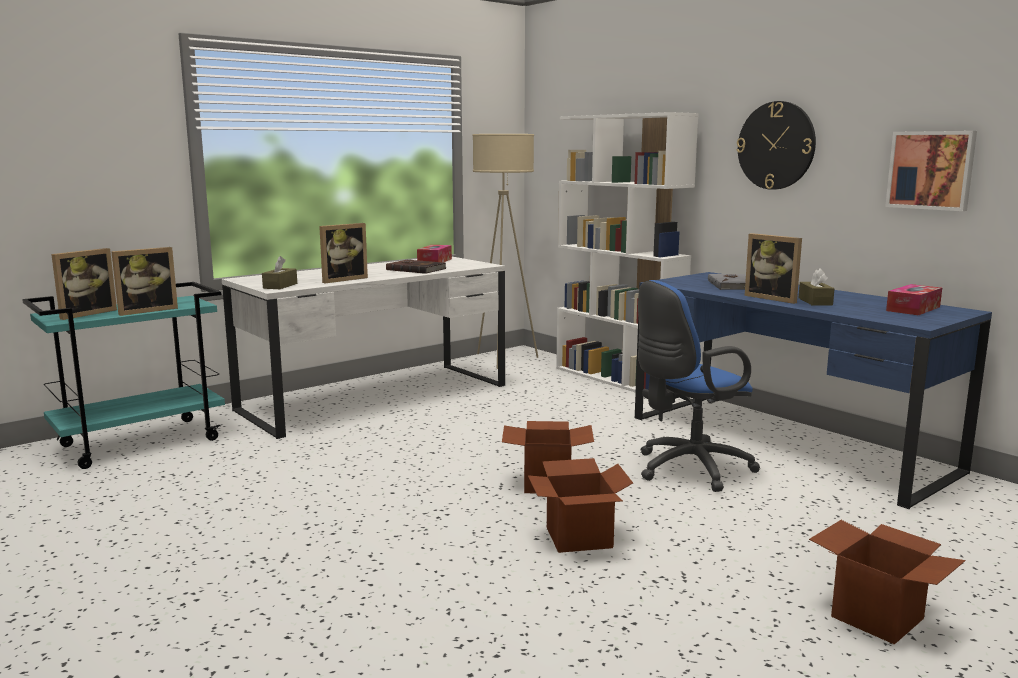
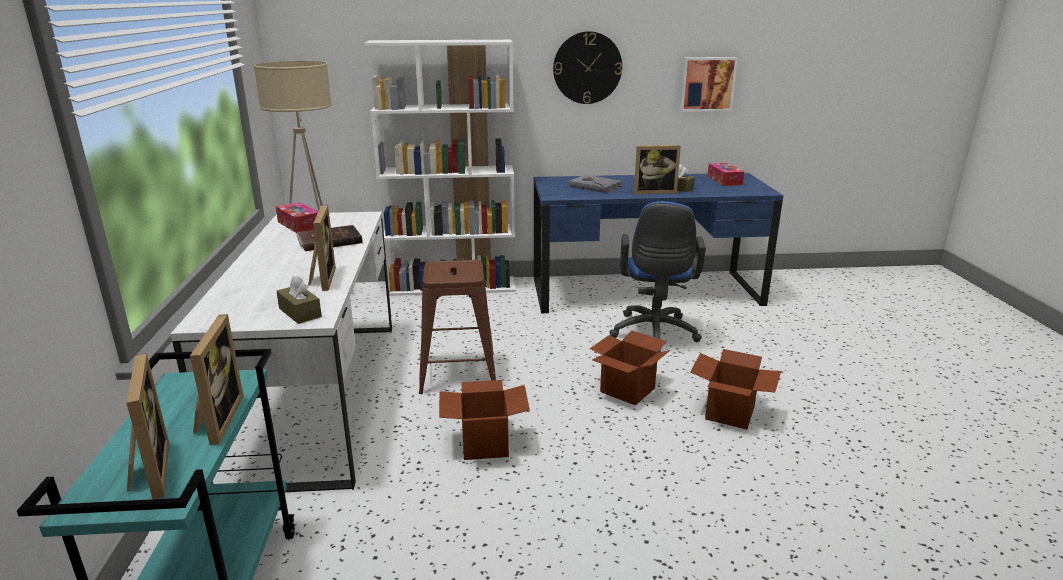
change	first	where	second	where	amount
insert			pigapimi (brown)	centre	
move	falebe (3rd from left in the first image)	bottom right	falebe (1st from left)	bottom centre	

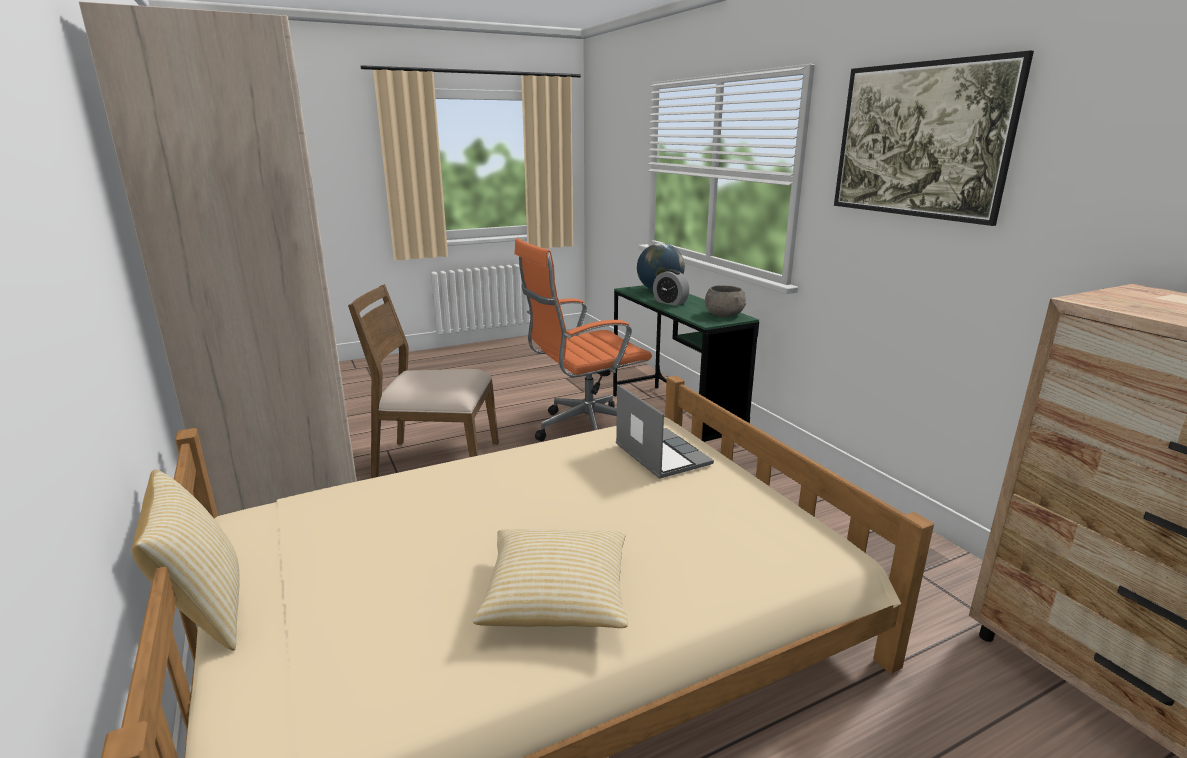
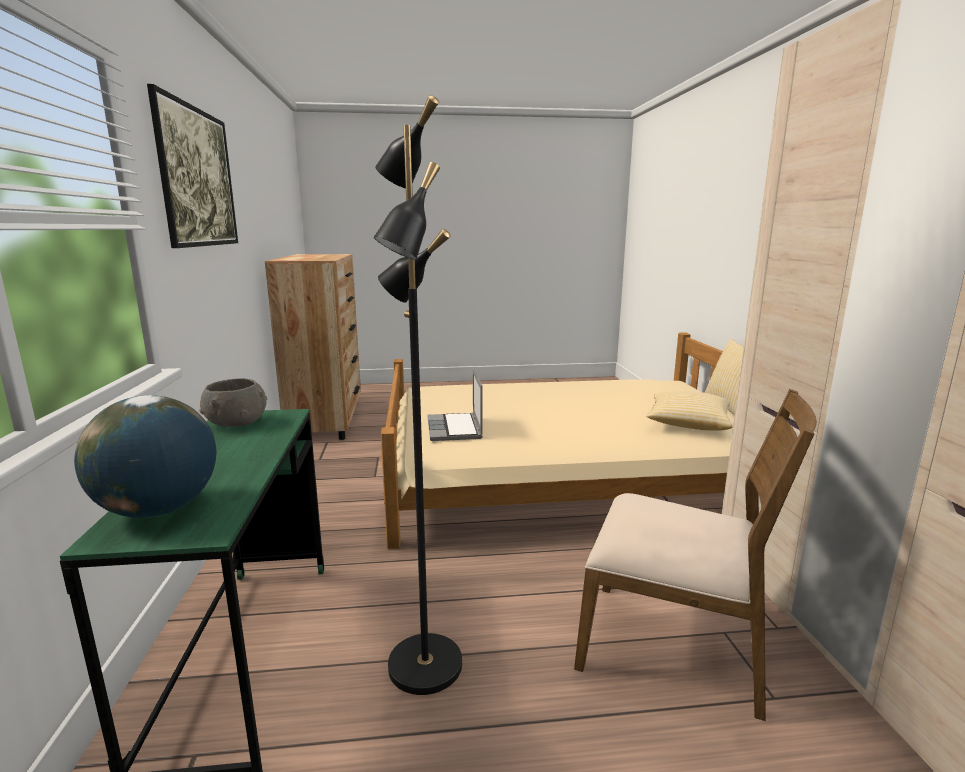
change	first	where	second	where	amount
delete	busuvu	centre			
move	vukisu (2nd from left in the first image)	bottom centre	vukisu (1st from left)	middle right	
replace	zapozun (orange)	centre	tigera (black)	centre	

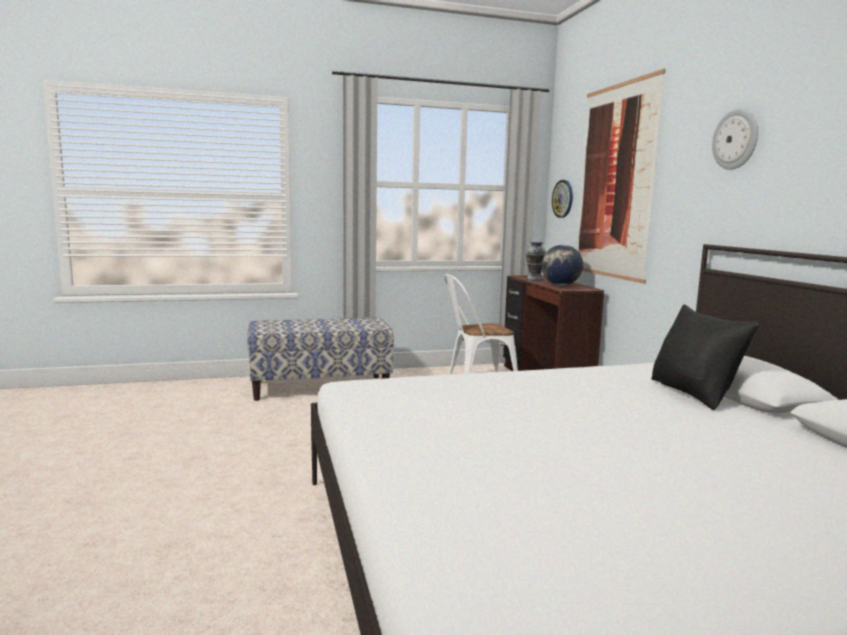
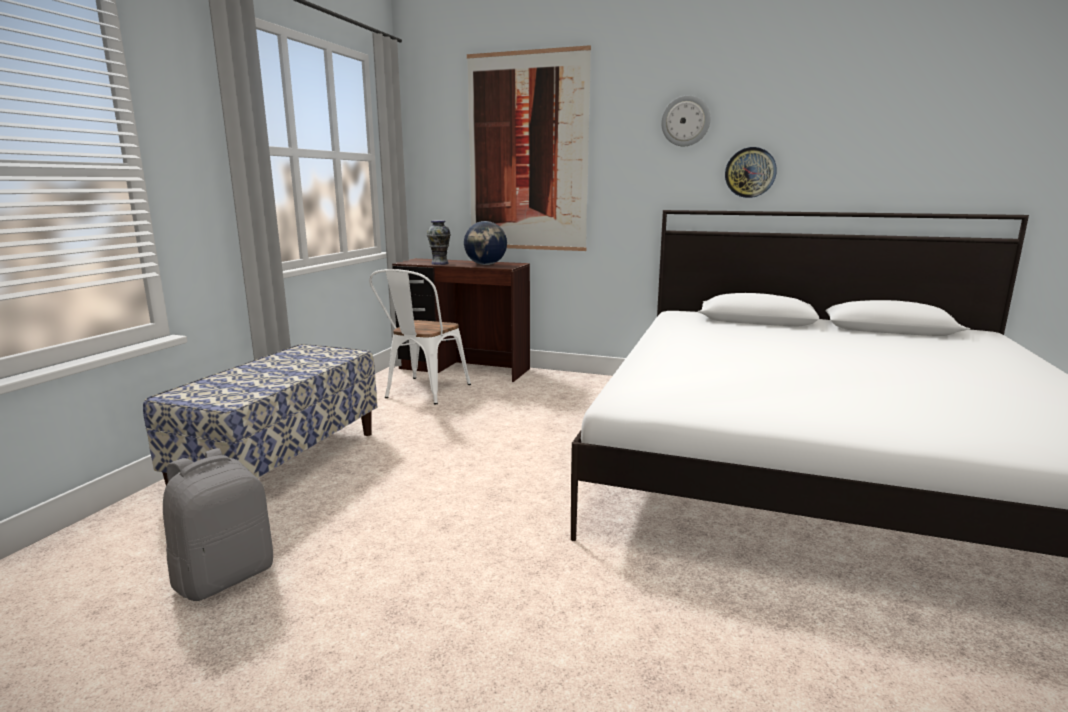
change	first	where	second	where	amount
delete	vukisu (black)	middle right			
insert			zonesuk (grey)	bottom left	
move	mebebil (1st from left in the first image)	top centre	mebebil (2nd from left)	top right	

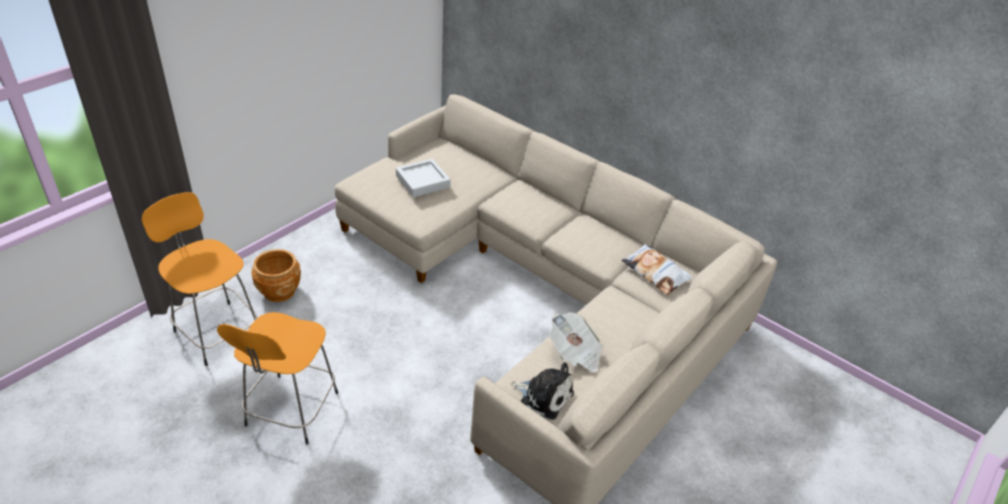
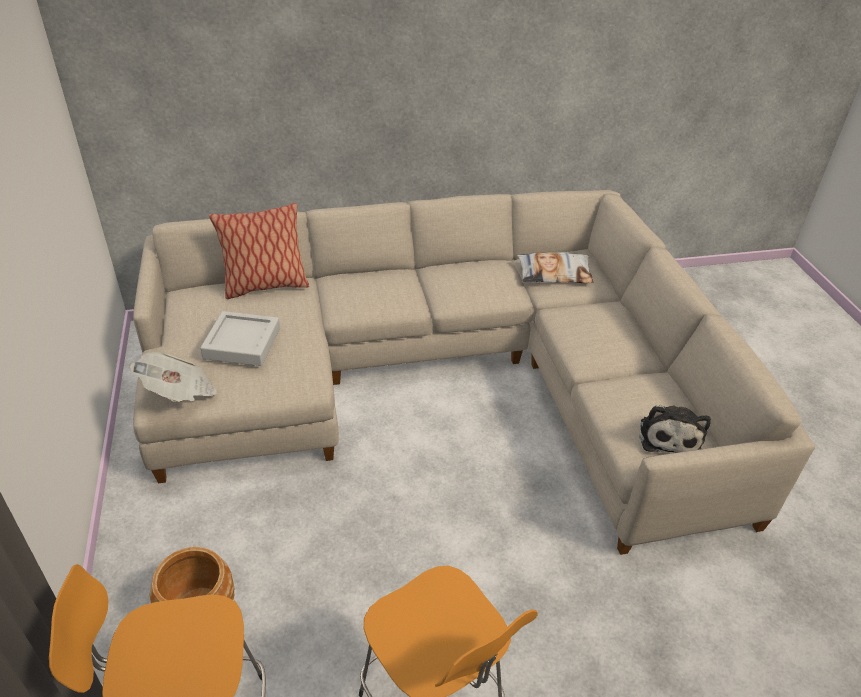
change	first	where	second	where	amount
insert			vukisu (1st from left)	middle left	
move	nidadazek	bottom centre		middle left	
rotate	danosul	bottom centre		middle right	120 degrees clockwise

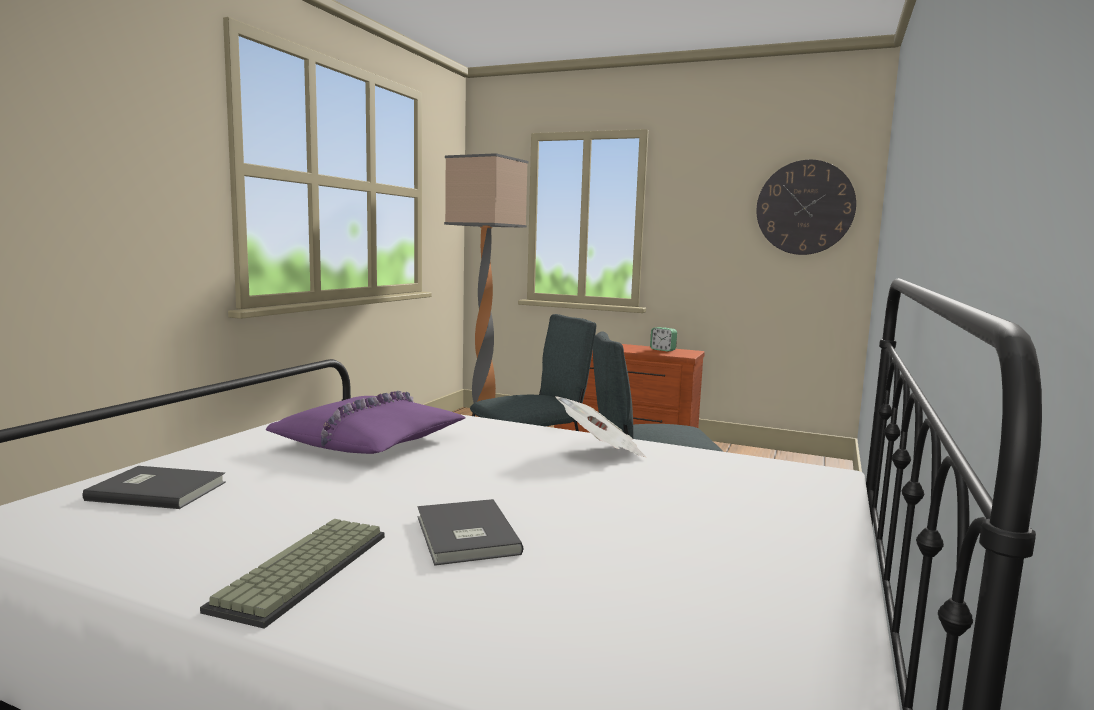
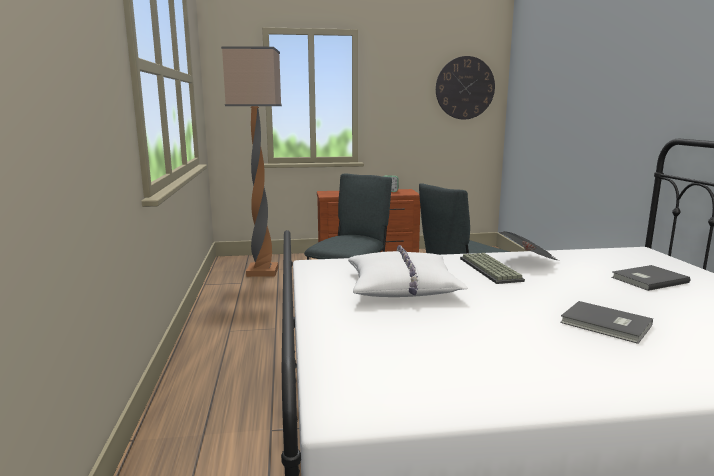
change	first	where	second	where	amount
move	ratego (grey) (1st from left in the first image)	bottom left	ratego (grey) (2nd from left)	middle right	
move	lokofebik	bottom left		middle right	
recolor	vukisu (purple)	centre	vukisu (white)	centre	

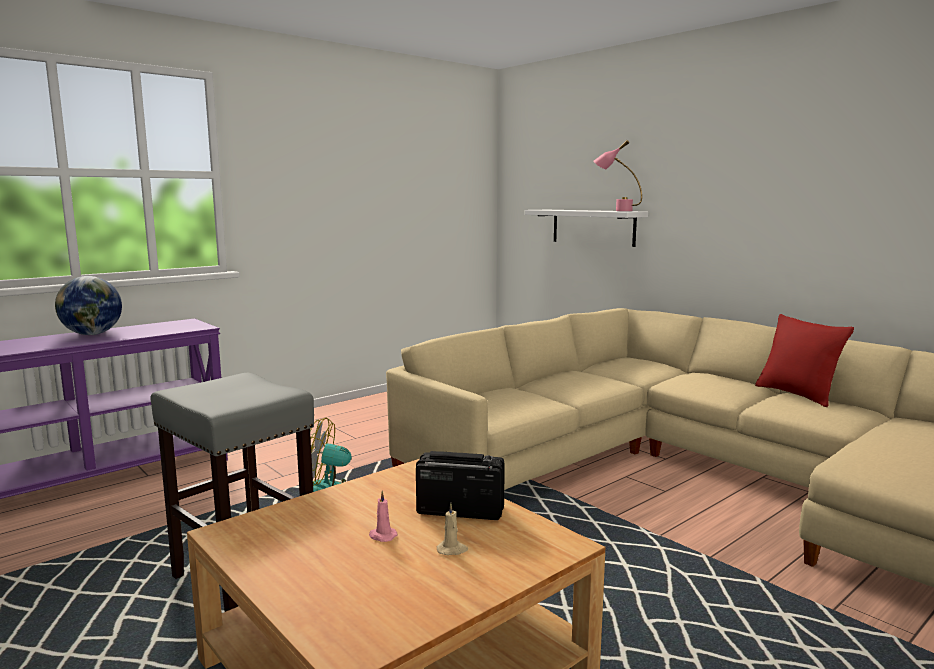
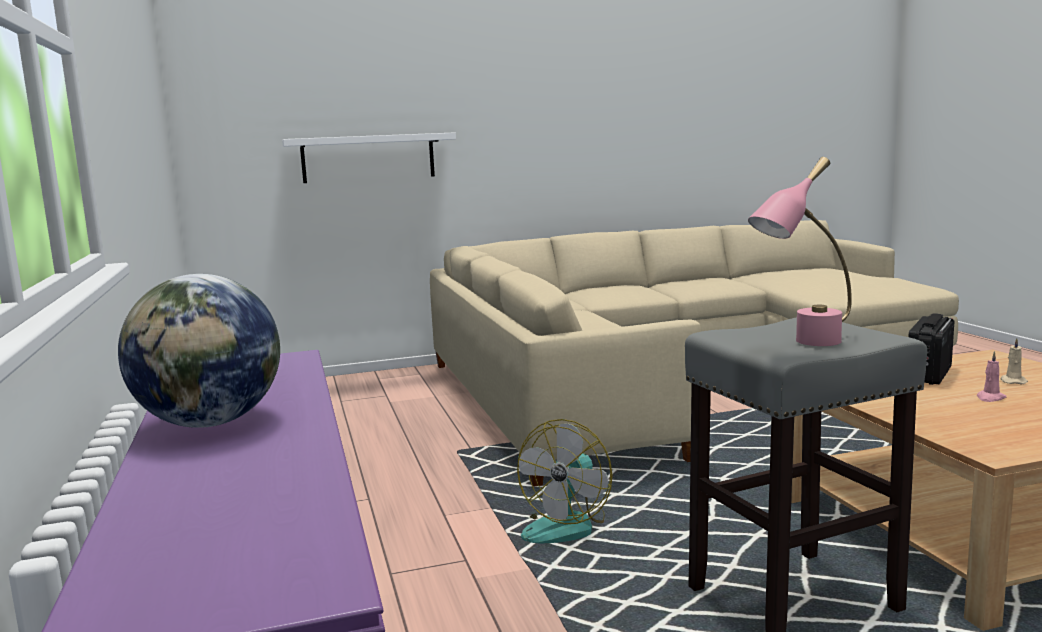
change	first	where	second	where	amount
delete	vukisu (red)	middle right			
move	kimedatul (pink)	top centre		middle right	

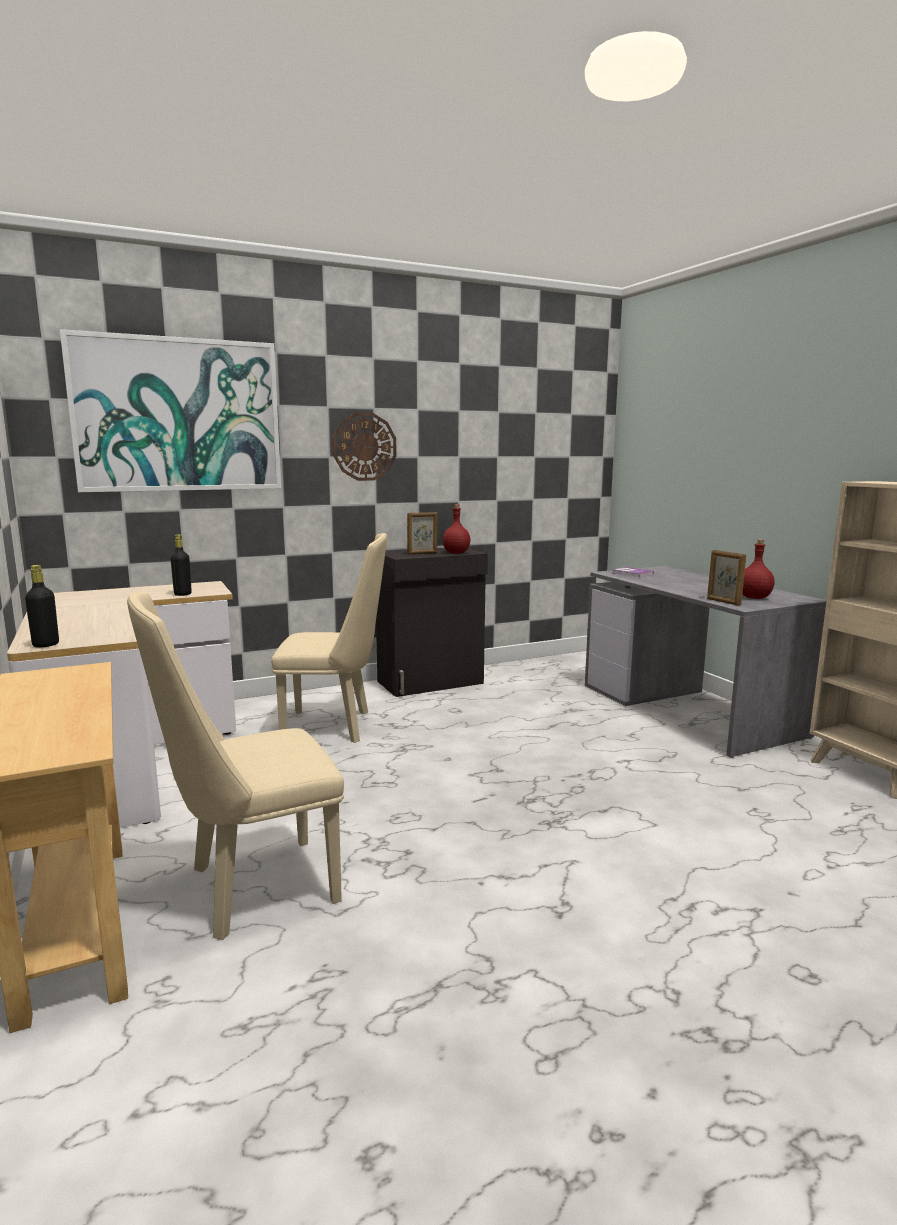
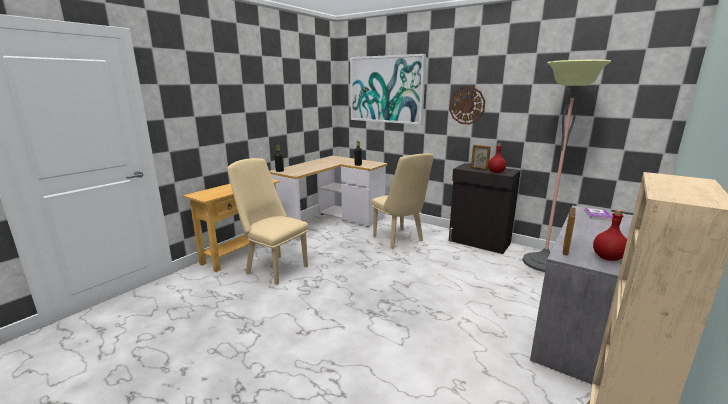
change	first	where	second	where	amount
insert			tigera	middle right	

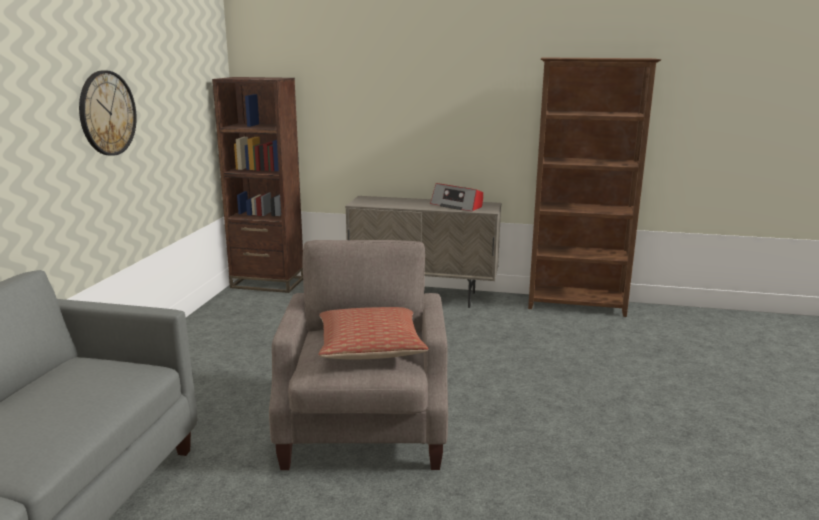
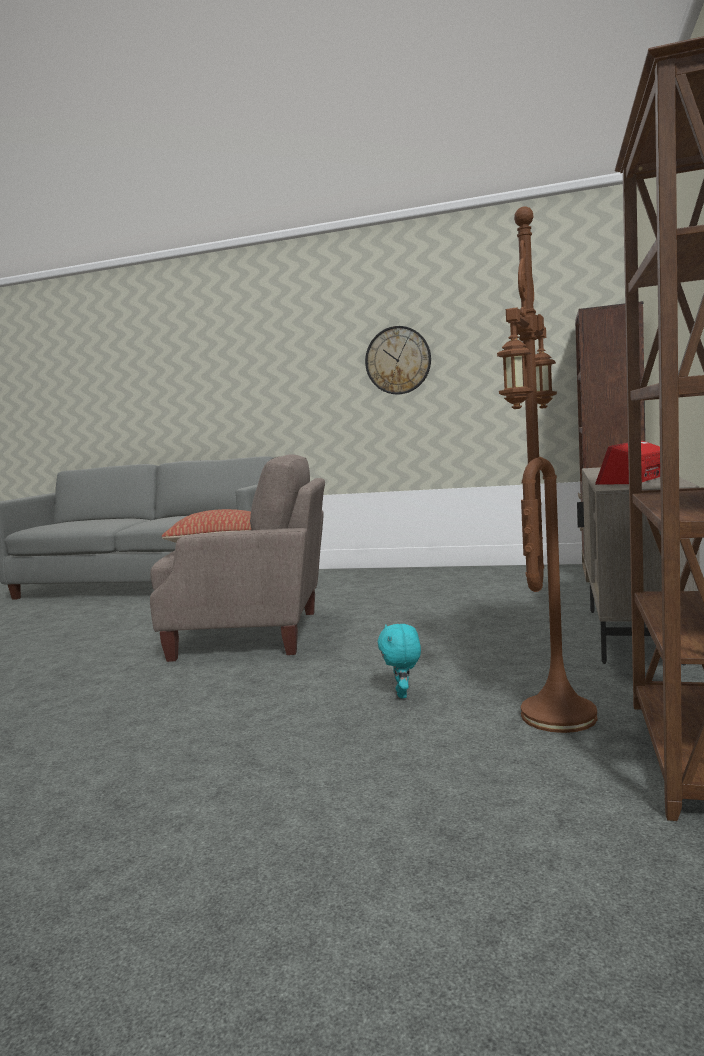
change	first	where	second	where	amount
insert			danosul (turquoise)	centre	
insert			tigera (brown)	middle right	

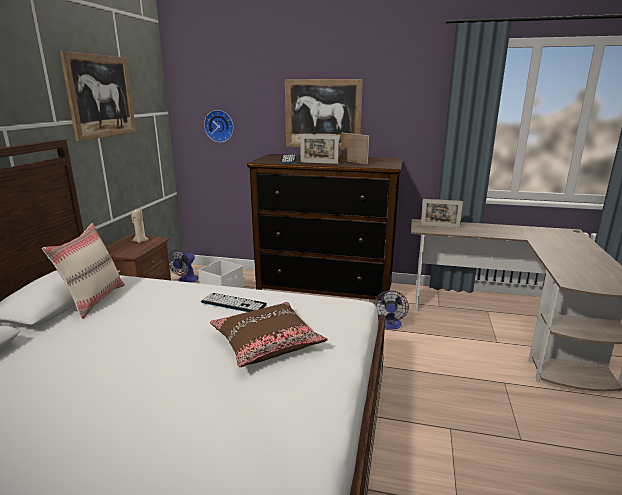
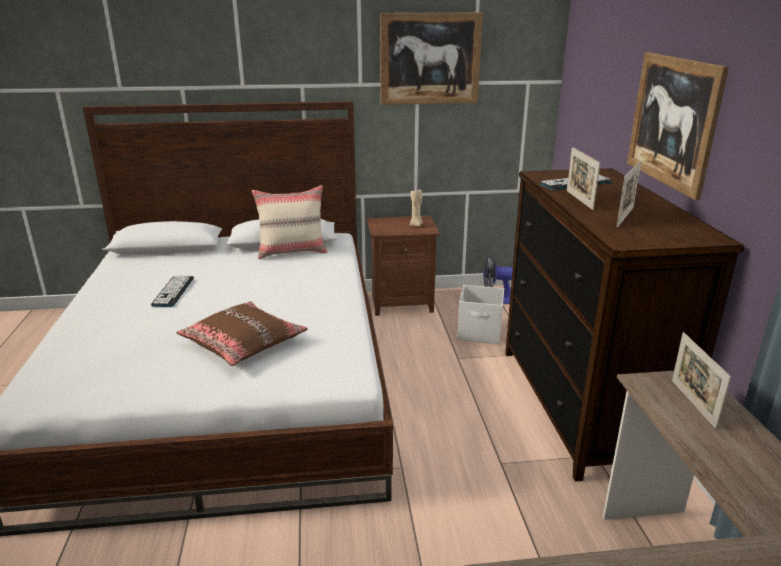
change	first	where	second	where	amount
delete	mebebil	top centre			
delete	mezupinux (2nd from left)	centre			
move	lokofebik (1st from left)	centre		middle left	

